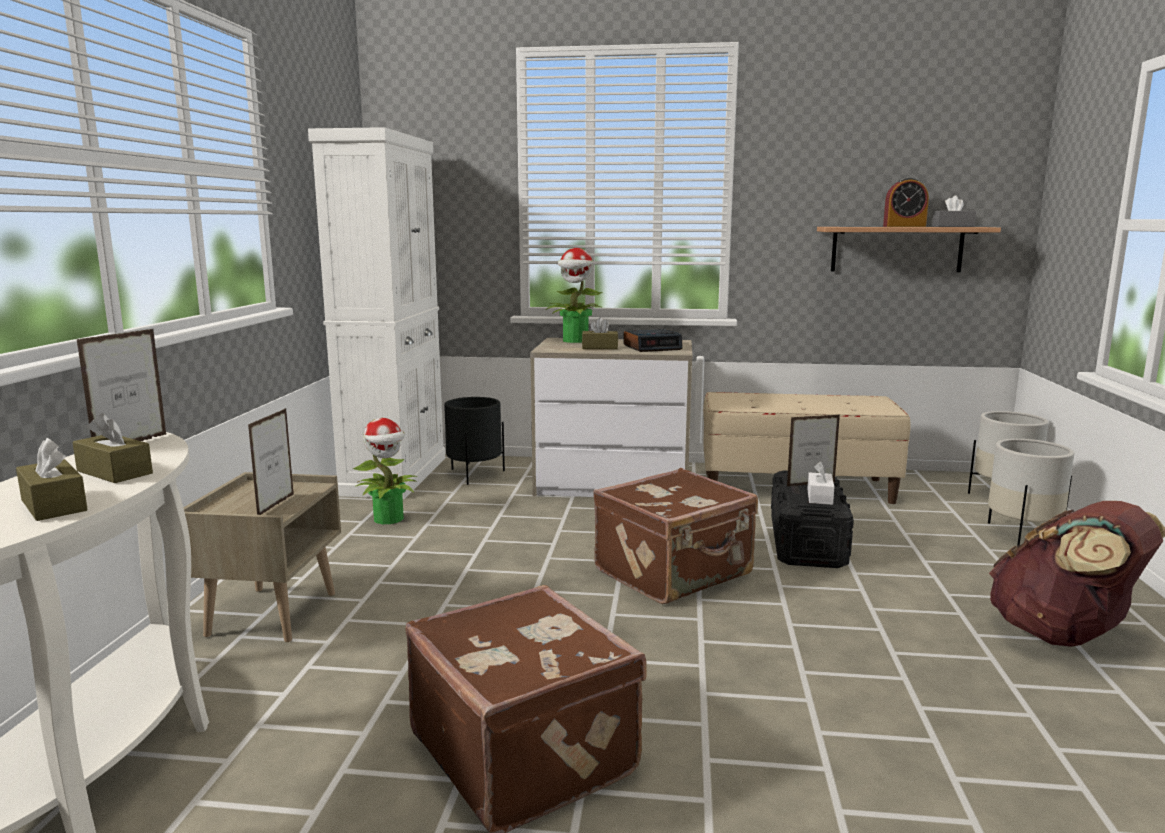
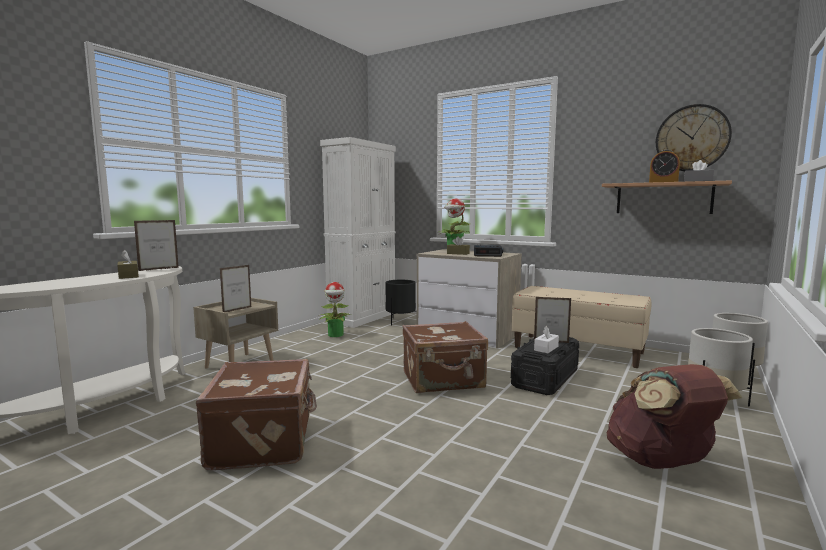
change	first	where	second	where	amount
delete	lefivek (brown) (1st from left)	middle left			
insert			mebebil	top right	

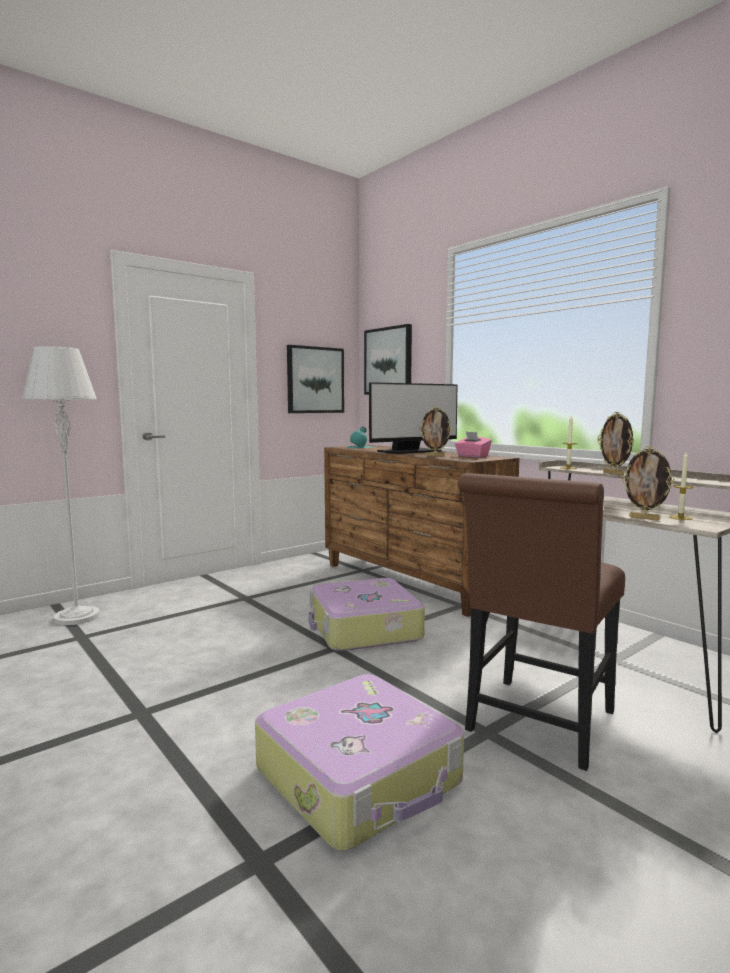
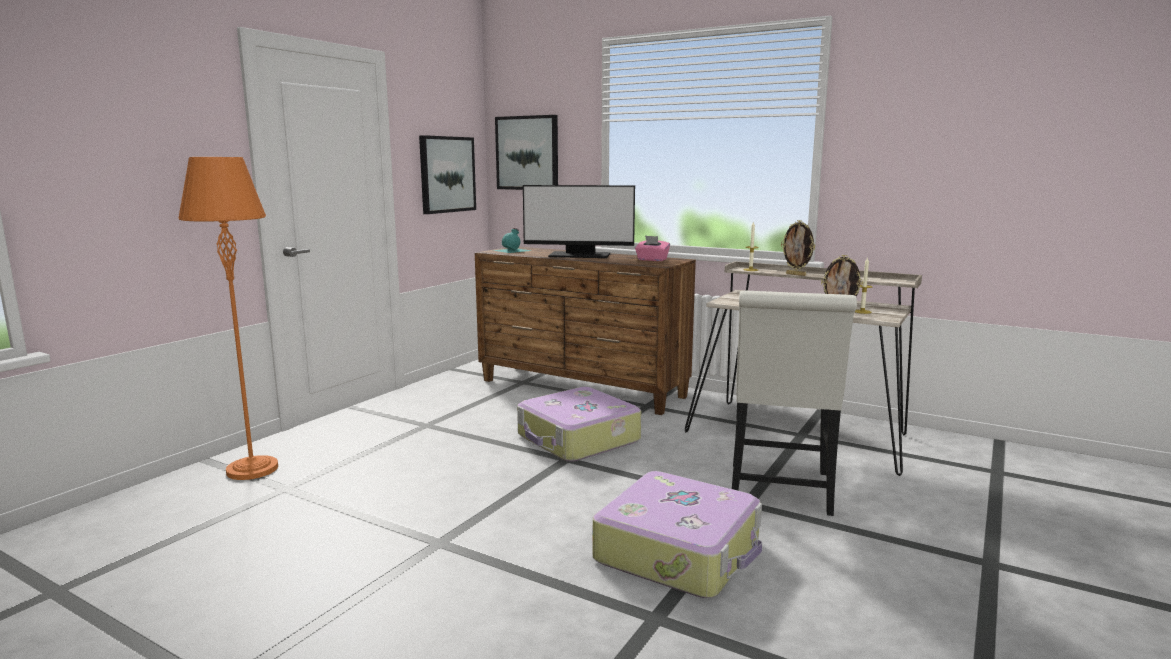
change	first	where	second	where	amount
delete	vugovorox (1st from left)	centre			
recolor	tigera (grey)	middle left	tigera (orange)	middle left	
recolor	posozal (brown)	middle right	posozal (white)	middle right	
rotate	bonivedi	centre		centre	60 degrees clockwise

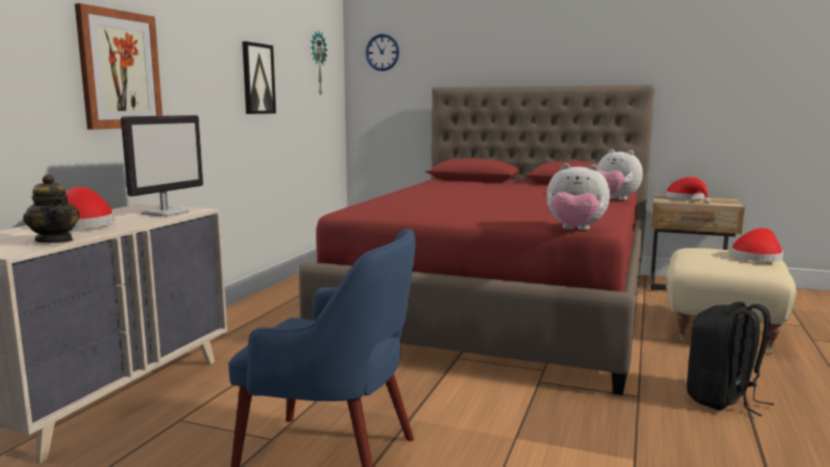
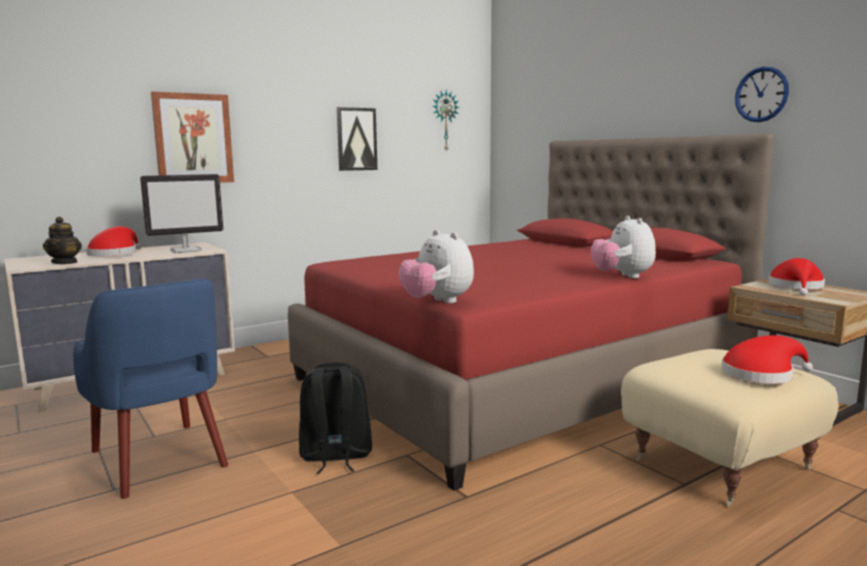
change	first	where	second	where	amount
move	mebebil (2nd from left)	top centre		top right	
move	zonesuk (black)	bottom right		bottom centre	

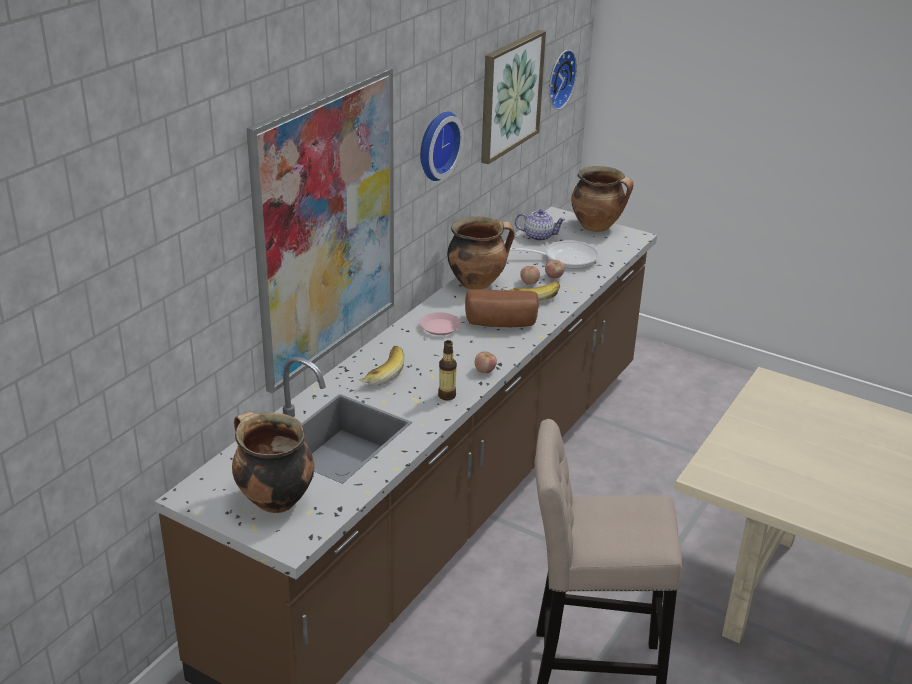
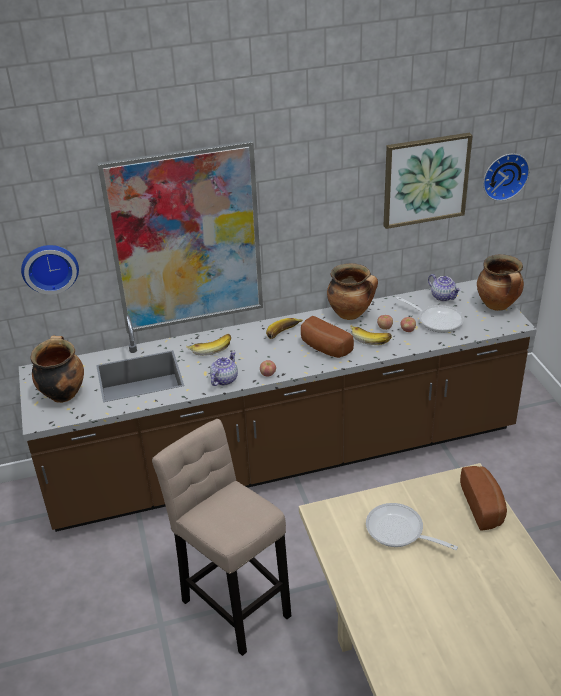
change	first	where	second	where	amount
insert			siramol (1st from left)	bottom right	
insert			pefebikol (2nd from left)	bottom right	
move	mebebil (1st from left)	top centre		middle left	
replace	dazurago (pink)	centre	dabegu (2nd from left)	centre	
replace	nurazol	centre	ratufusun (1st from left)	centre	

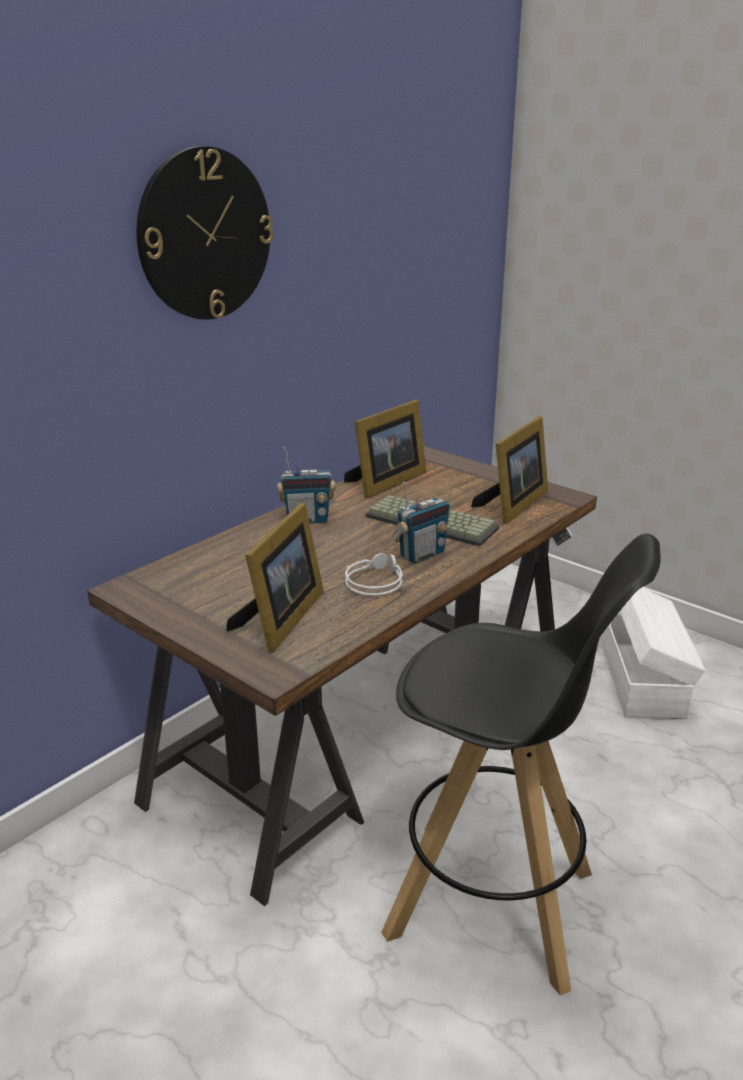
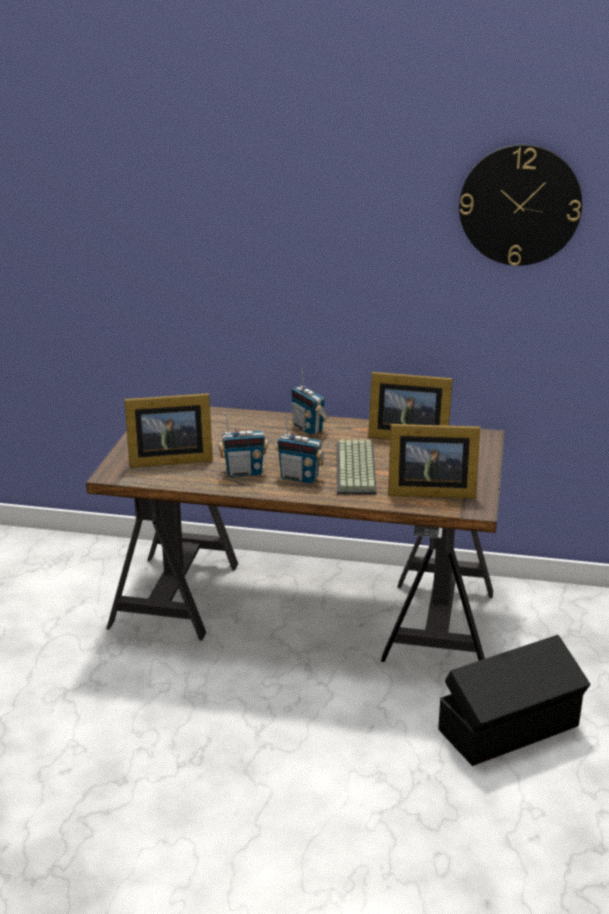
change	first	where	second	where	amount
delete	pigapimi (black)	bottom right			
move	mebebil	top left		top right	
replace	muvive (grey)	centre	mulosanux (1st from left)	centre	
recolor	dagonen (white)	middle right	dagonen (black)	bottom right	

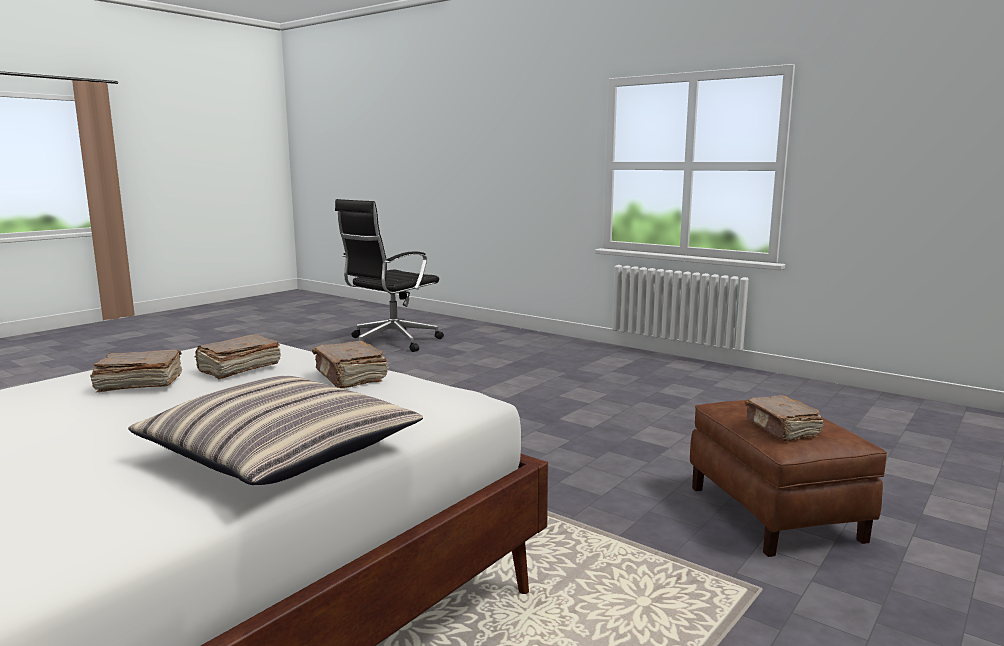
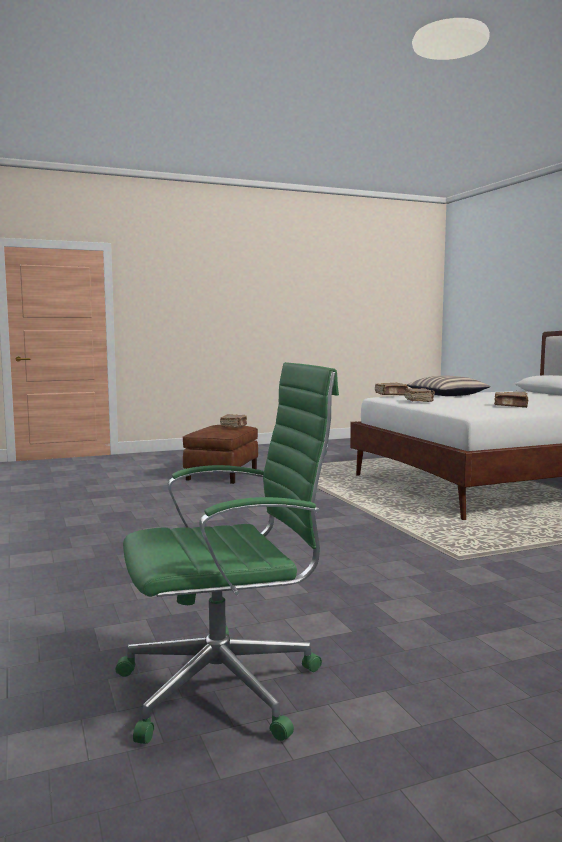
change	first	where	second	where	amount
move	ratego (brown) (2nd from left)	middle left		middle right	
recolor	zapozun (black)	centre	zapozun (green)	centre	

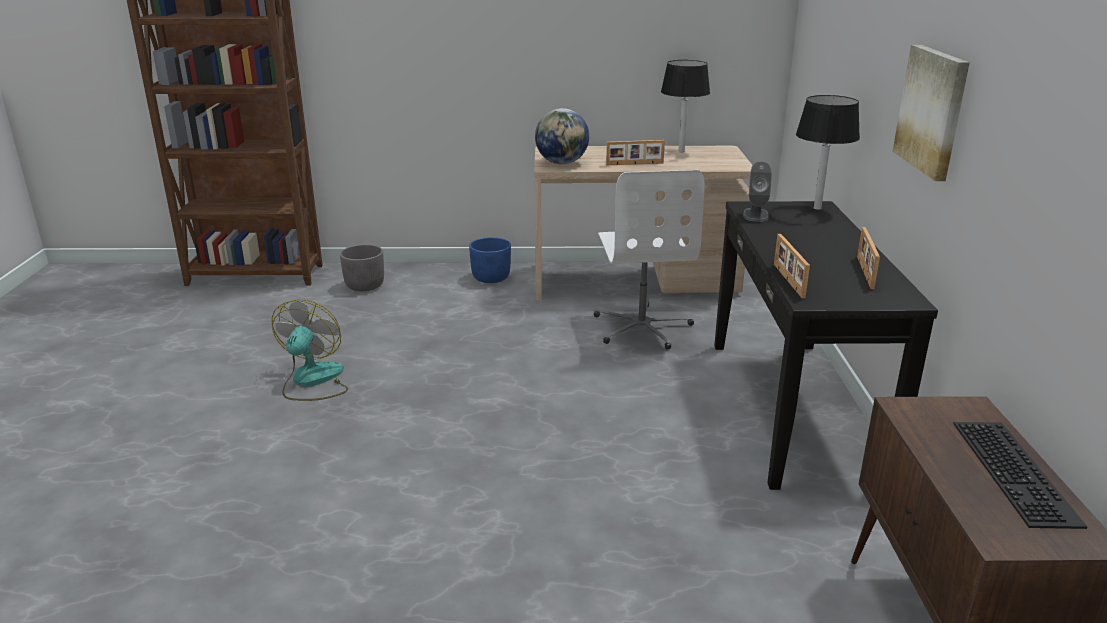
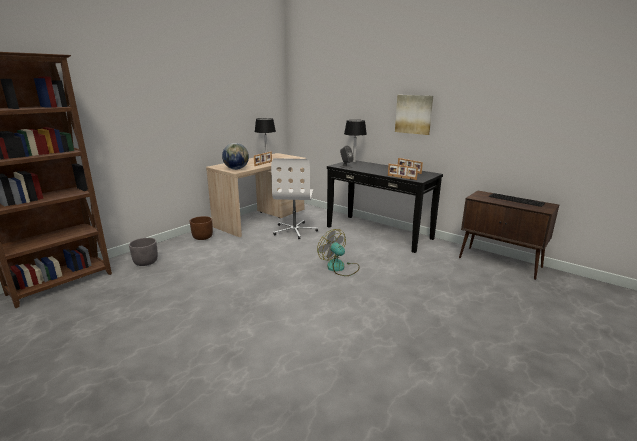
change	first	where	second	where	amount
move	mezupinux	middle left		centre	
recolor	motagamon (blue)	centre	motagamon (brown)	middle left	
rotate	zapozun (white)	centre		centre	60 degrees clockwise

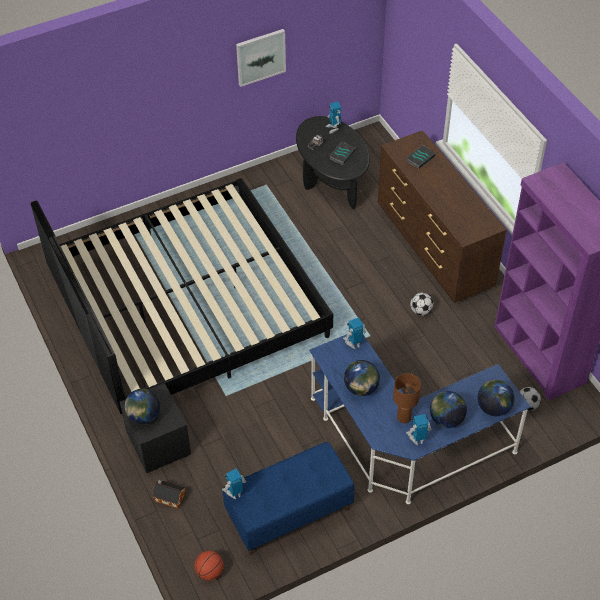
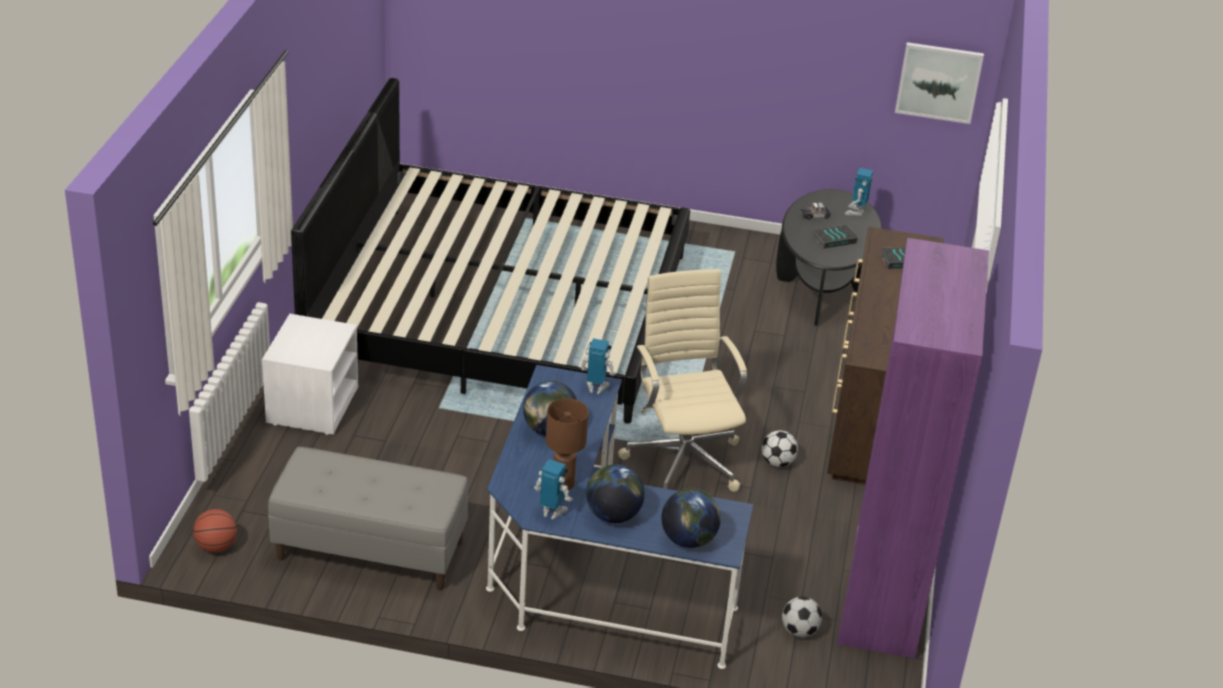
change	first	where	second	where	amount
delete	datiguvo (1st from left)	bottom left			
delete	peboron	bottom left			
delete	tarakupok (1st from left)	bottom centre			
insert			zapozun (beige)	centre	
move	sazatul	top centre		top right	
recolor	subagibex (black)	bottom left	subagibex (white)	middle left	
recolor	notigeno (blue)	bottom centre	notigeno (grey)	bottom left	

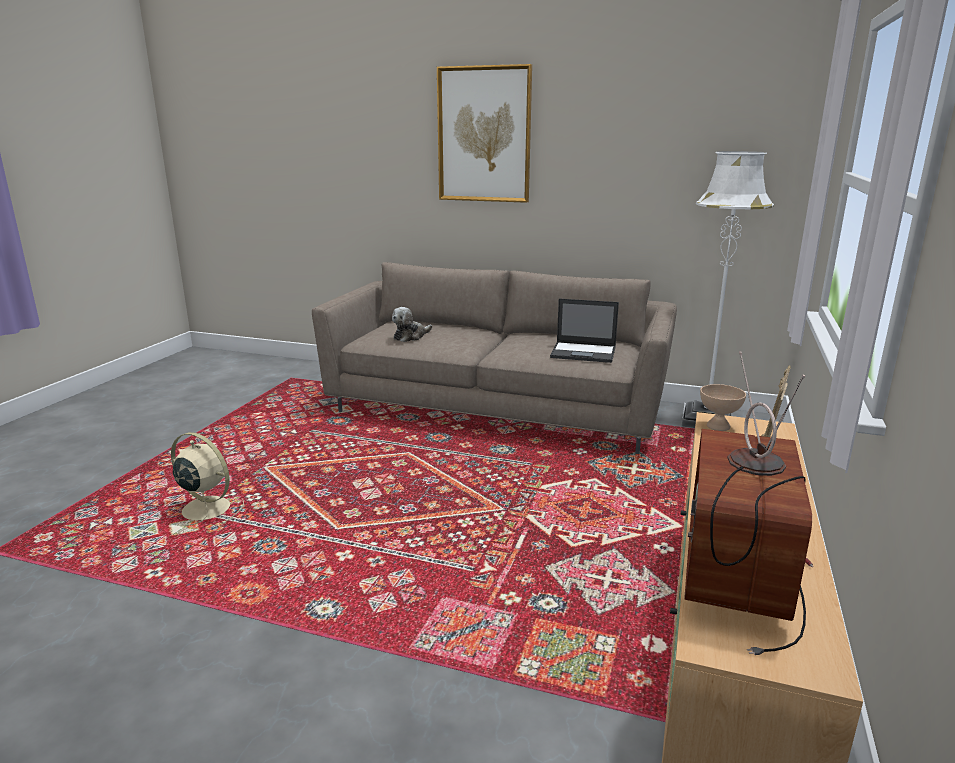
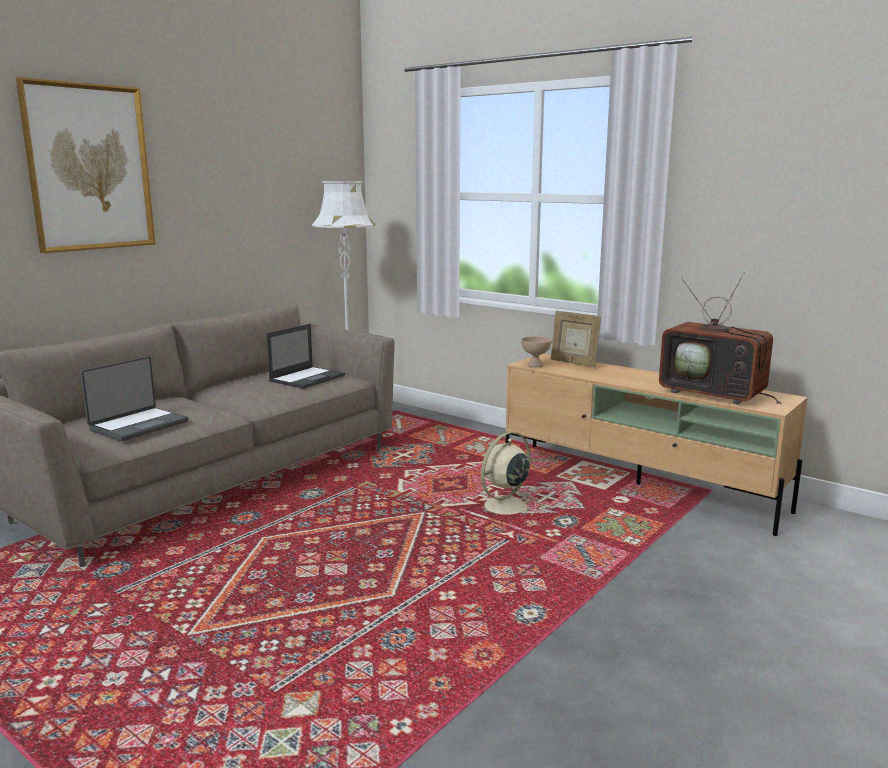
change	first	where	second	where	amount
move	mezupinux (beige)	middle left		centre	
replace	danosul	centre	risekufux (1st from left)	middle left	

